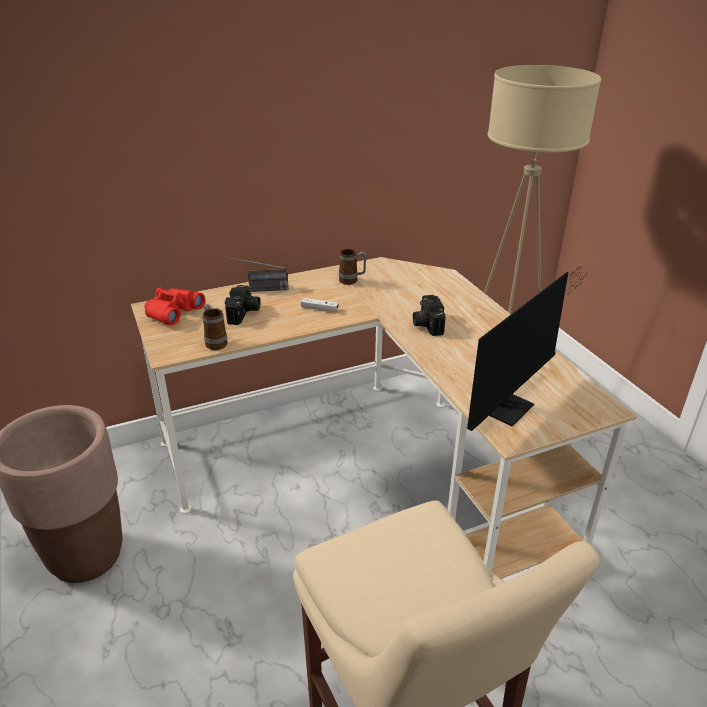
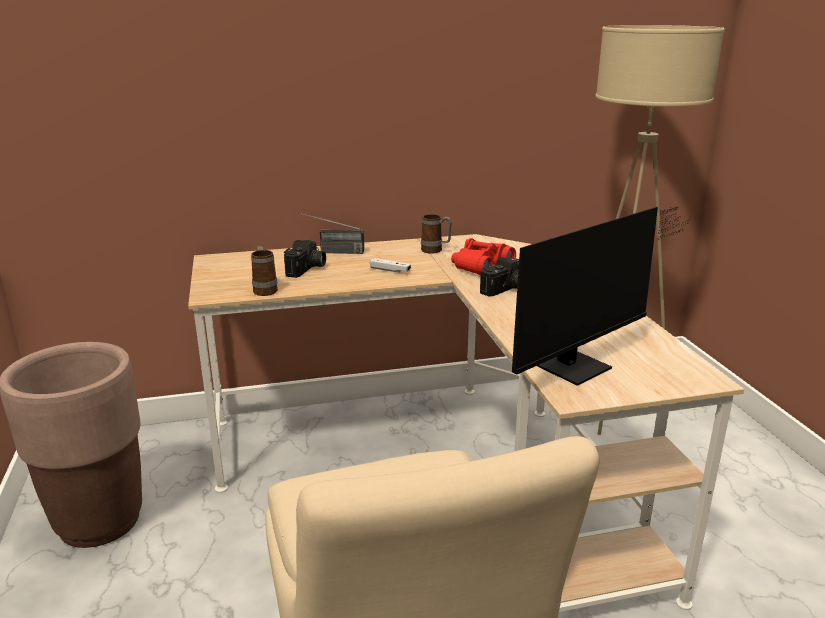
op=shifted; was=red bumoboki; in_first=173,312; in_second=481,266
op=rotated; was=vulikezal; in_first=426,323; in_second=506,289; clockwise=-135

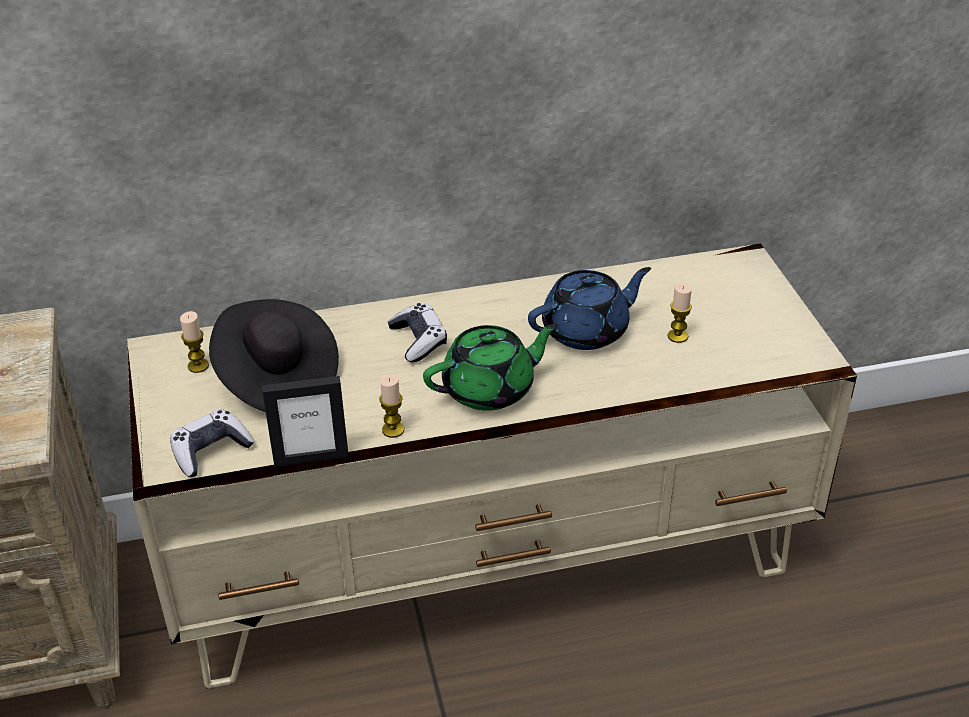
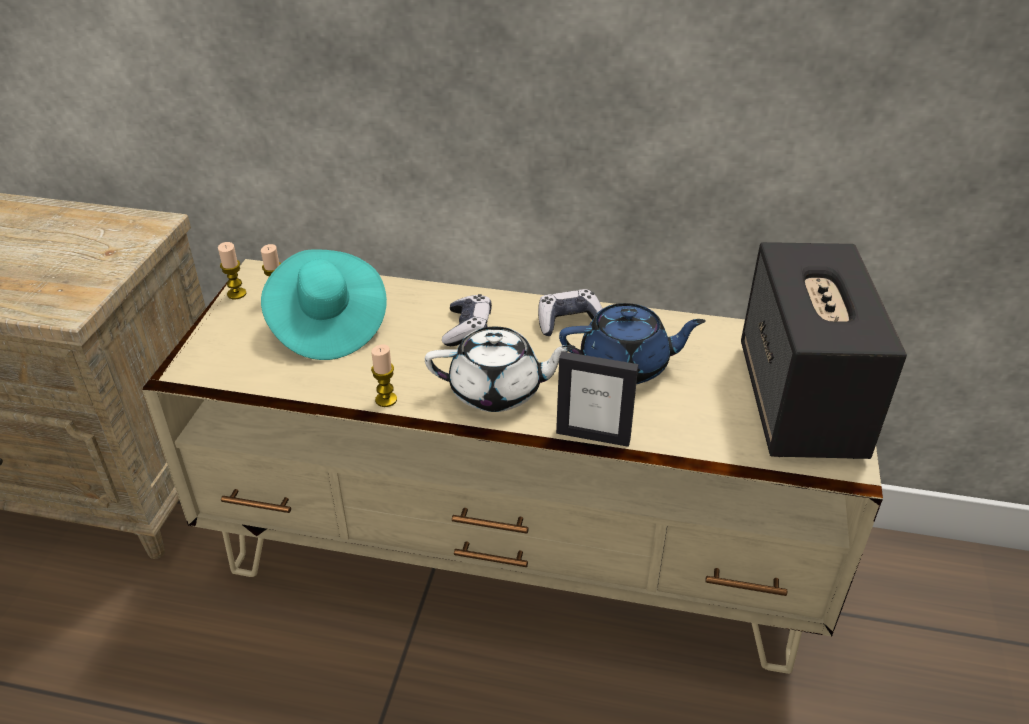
op=shifted; was=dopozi; in_first=211,451; in_second=569,321
op=repainted; was=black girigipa; now=turquoise girigipa; in_first=276,380; in_second=327,326
op=shifted; was=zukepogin; in_first=311,458; in_second=593,436
op=repainted; was=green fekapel; now=white fekapel; in_first=490,389; in_second=497,391
op=shifted; was=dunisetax; in_first=677,336; in_second=236,294
op=new; now=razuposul; in_second=800,402

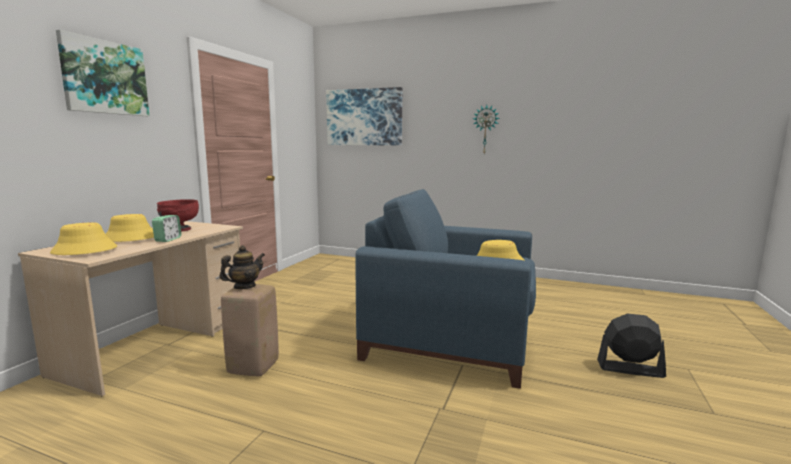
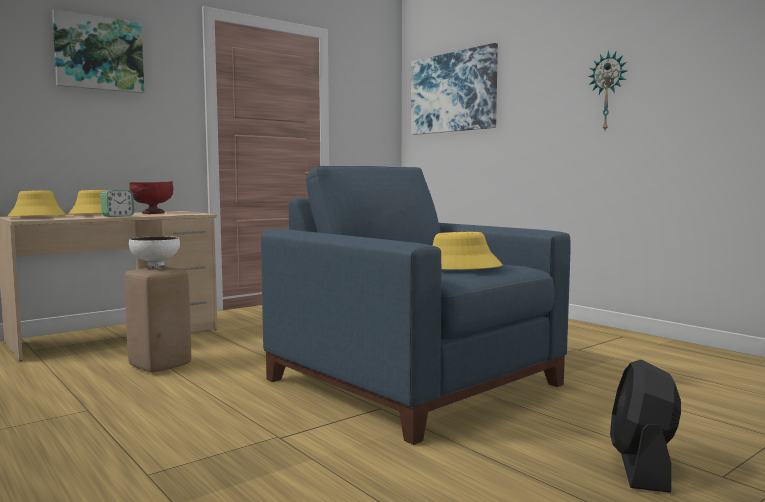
op=swapped; was=fekapel; now=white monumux; in_first=244,286; in_second=155,267
op=rotated; was=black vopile; in_first=629,369; in_second=642,467; clockwise=-120

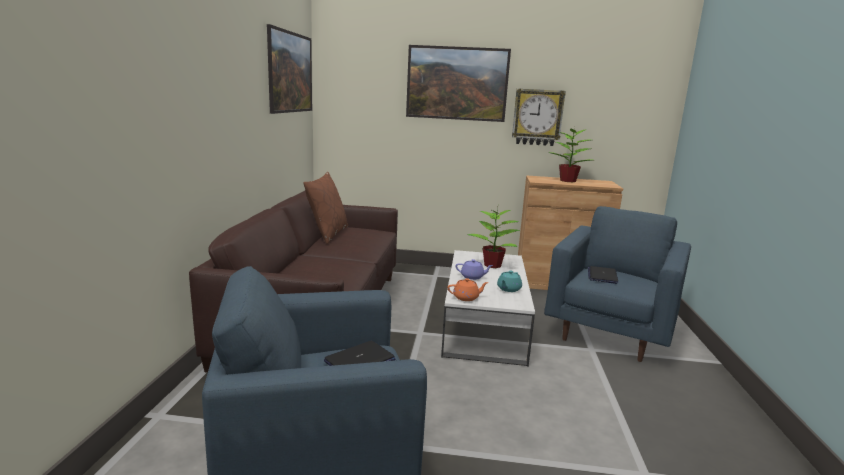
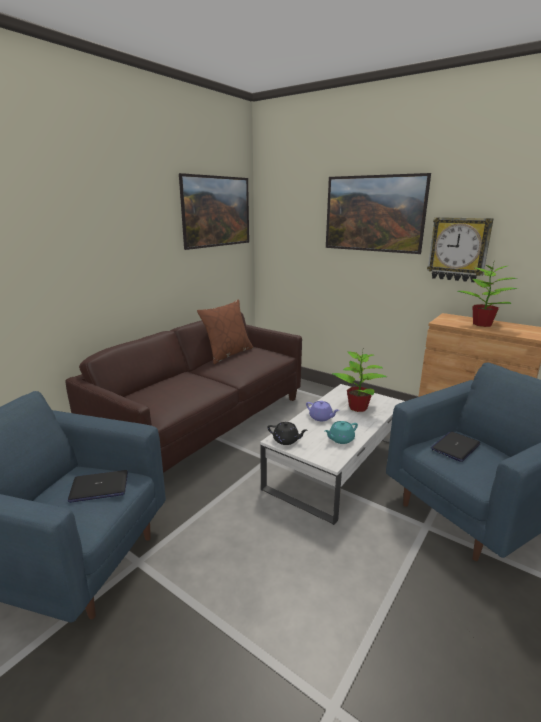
op=repainted; was=orange fekapel; now=black fekapel; in_first=466,298; in_second=286,440

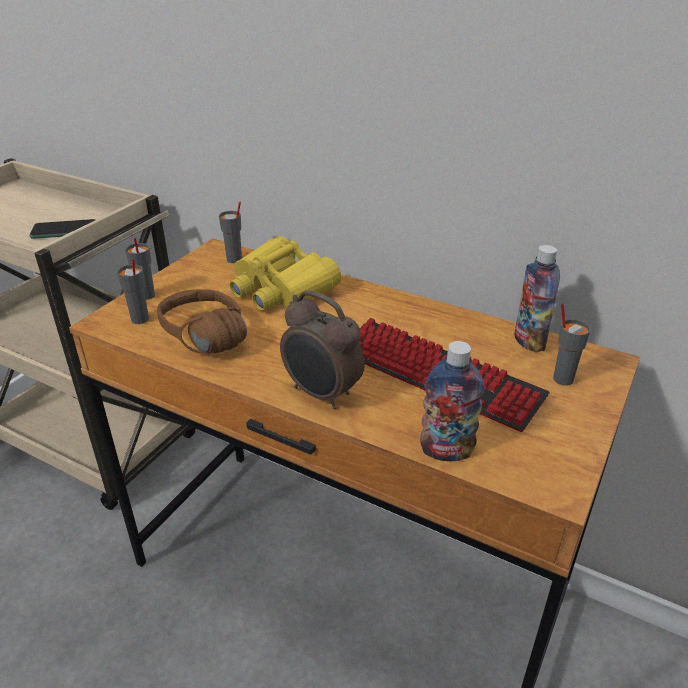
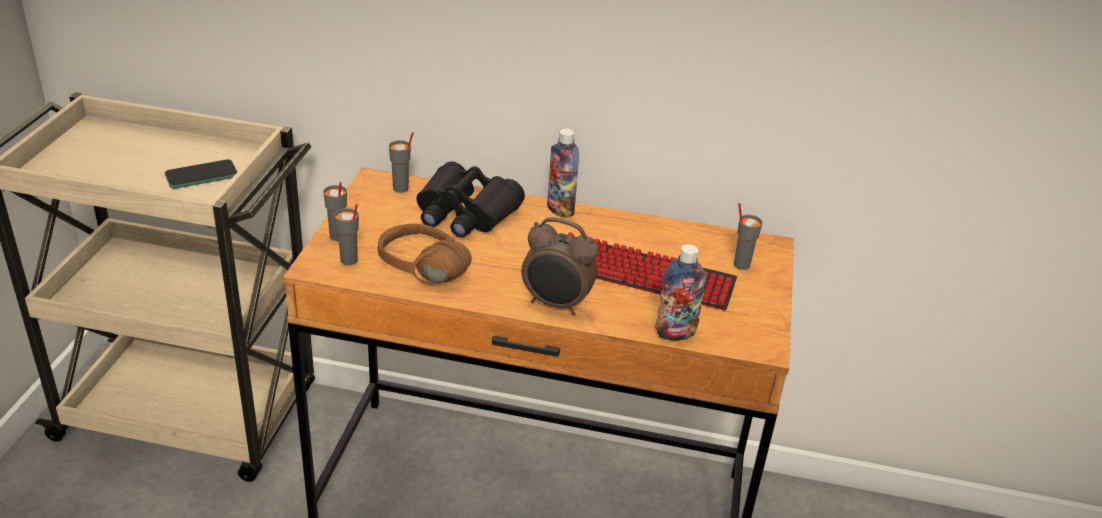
op=repainted; was=yellow bumoboki; now=black bumoboki; in_first=281,288; in_second=465,213
op=shifted; was=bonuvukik; in_first=529,341; in_second=560,209

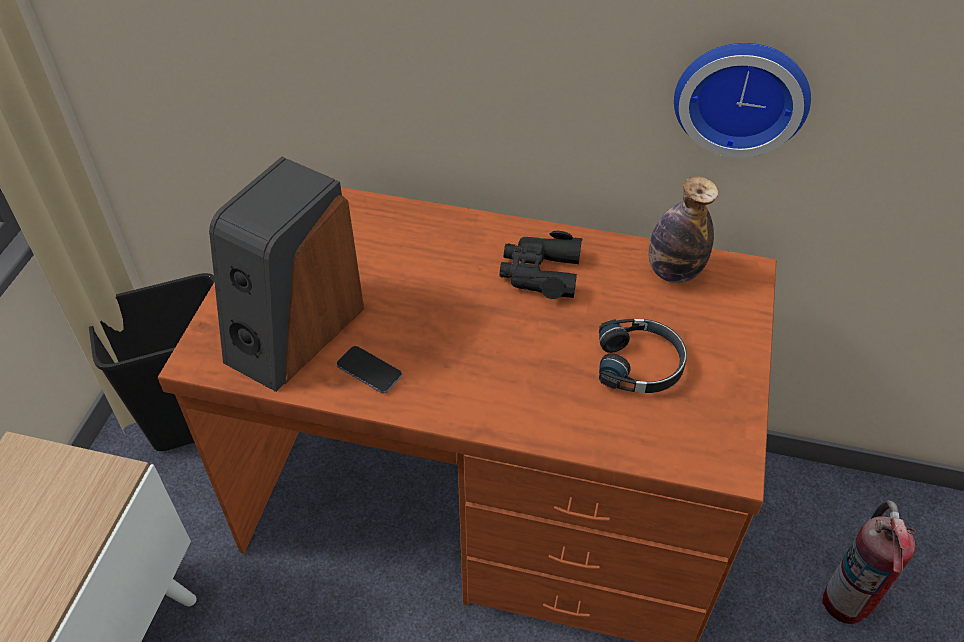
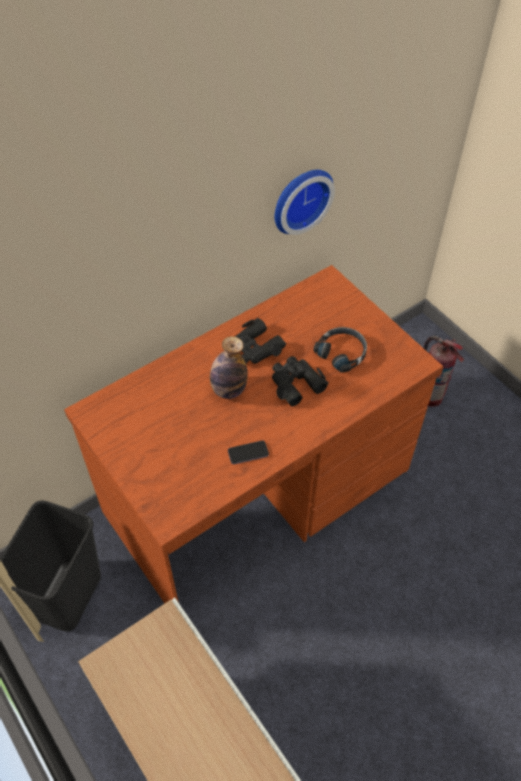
op=gone; was=razuposul; in_first=294,332
op=shifted; was=bonuvukik; in_first=673,272; in_second=228,390
op=new; now=black bumoboki; in_second=295,383

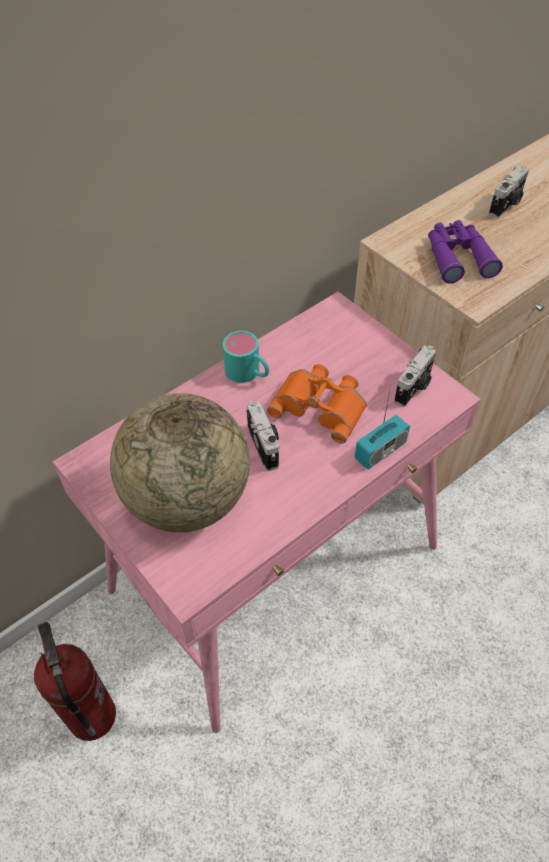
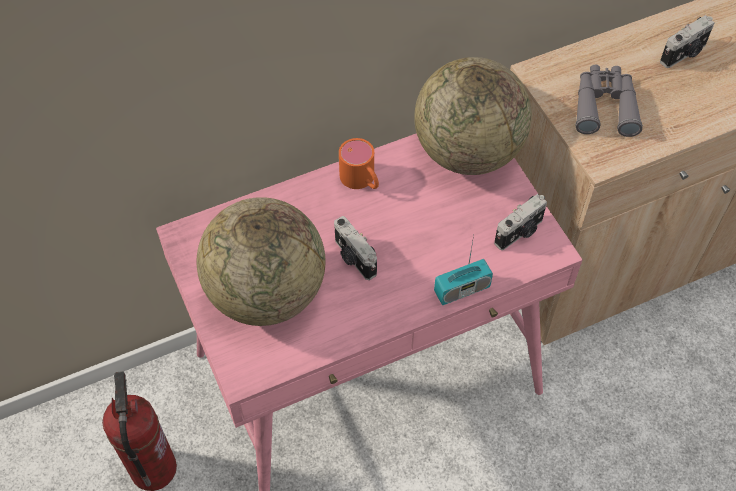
op=repainted; was=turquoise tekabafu; now=orange tekabafu; in_first=248,373; in_second=361,180
op=rotated; was=vulikezal; in_first=265,445; in_second=354,258; clockwise=150
op=gone; was=orange bumoboki; in_first=321,405
op=repainted; was=purple bumoboki; now=grey bumoboki; in_first=457,257; in_second=604,106
op=new; now=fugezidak; in_second=467,151

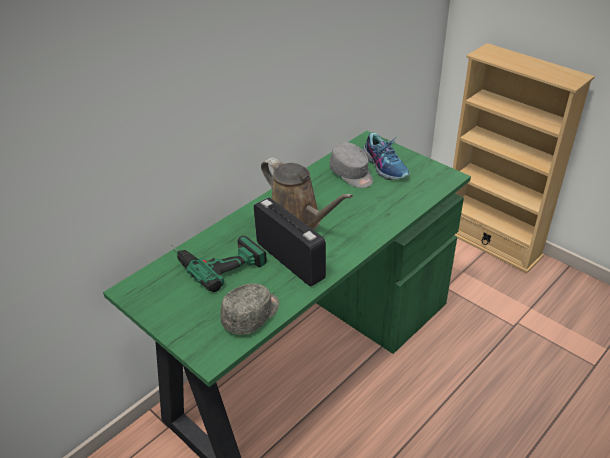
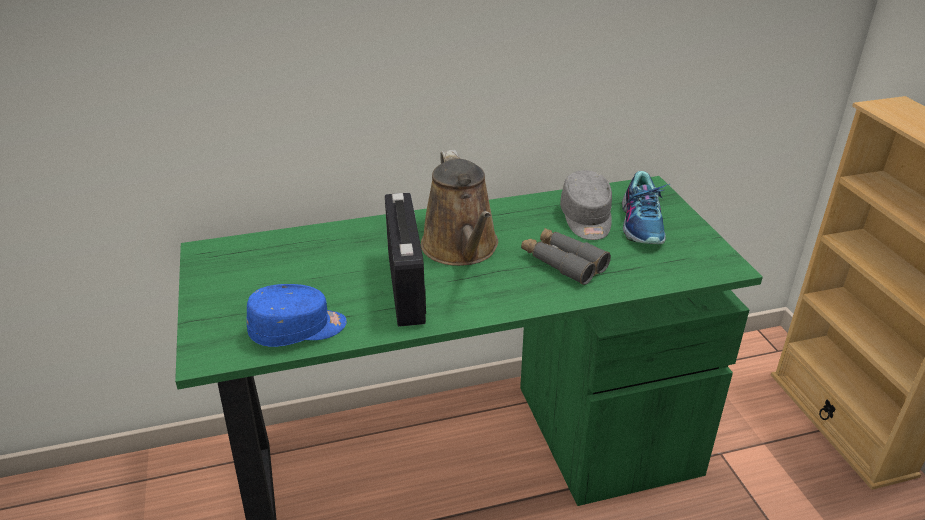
op=gone; was=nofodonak; in_first=215,259
op=repainted; was=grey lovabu; now=blue lovabu; in_first=252,315; in_second=298,330
op=new; now=grey bumoboki; in_second=563,262

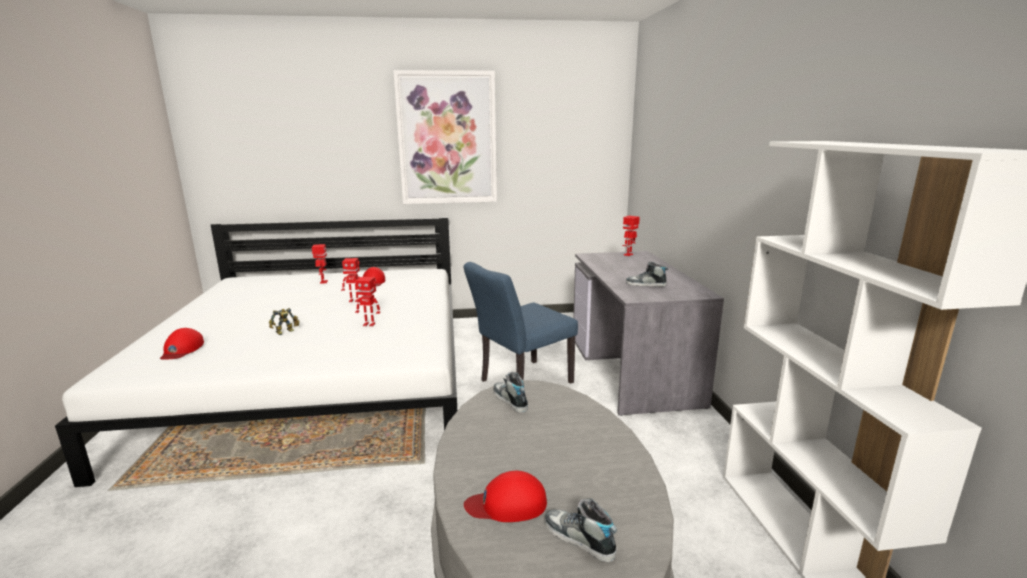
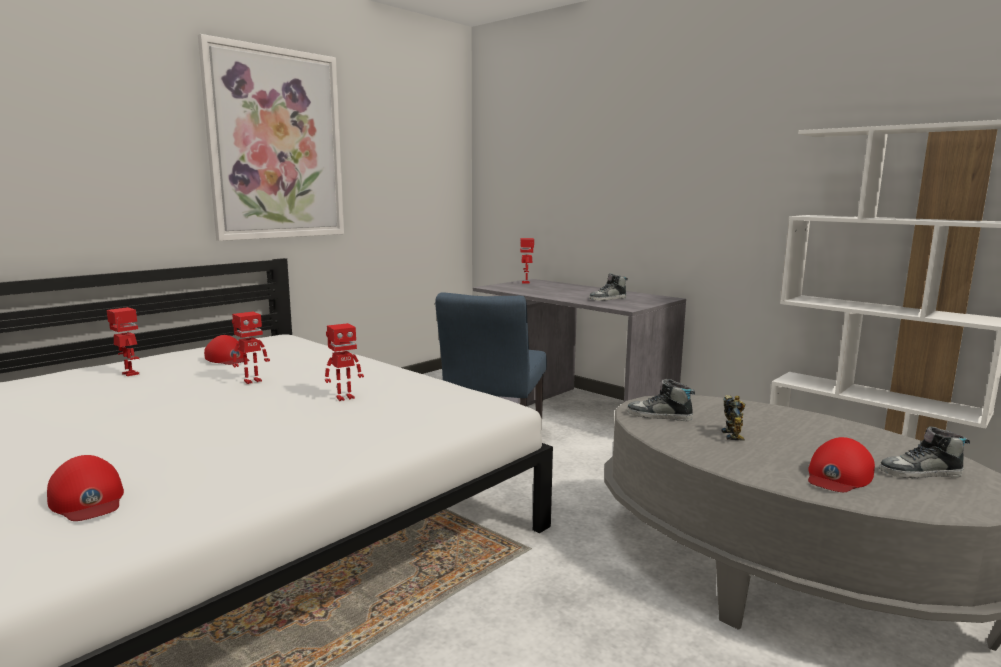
op=shifted; was=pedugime; in_first=286,332; in_second=734,435

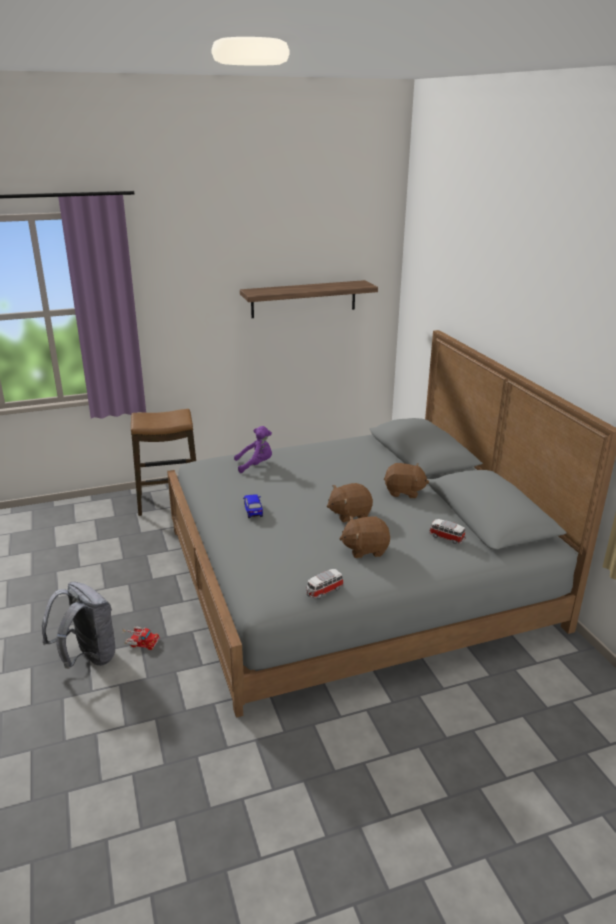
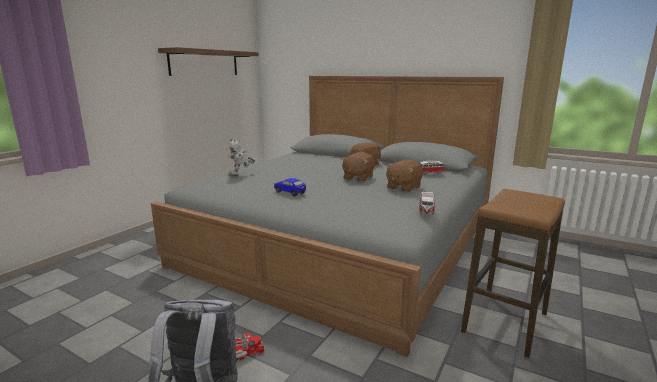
op=shifted; was=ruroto; in_first=169,502; in_second=505,323
op=swapped; was=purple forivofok; now=pedugime; in_first=255,465; in_second=241,175

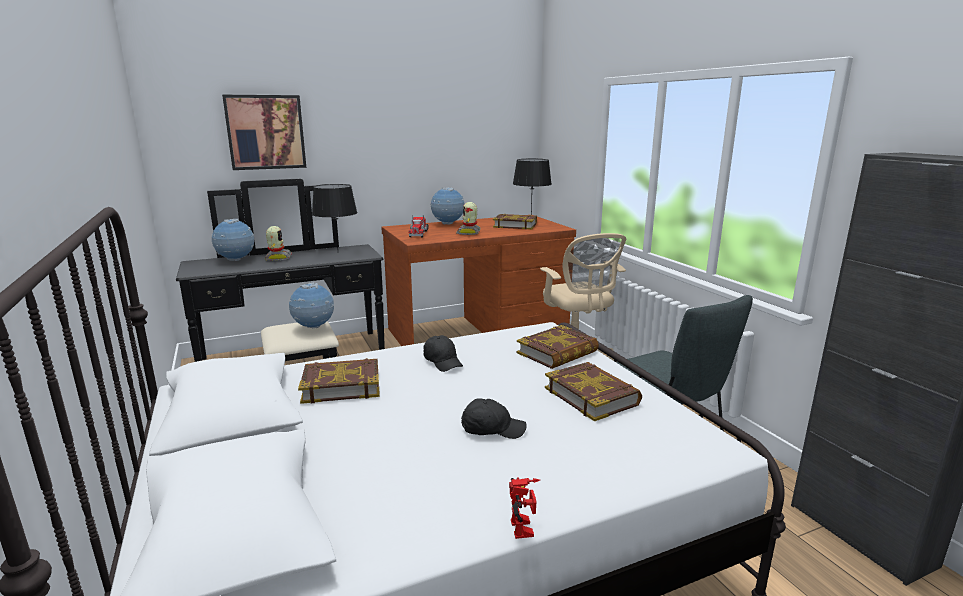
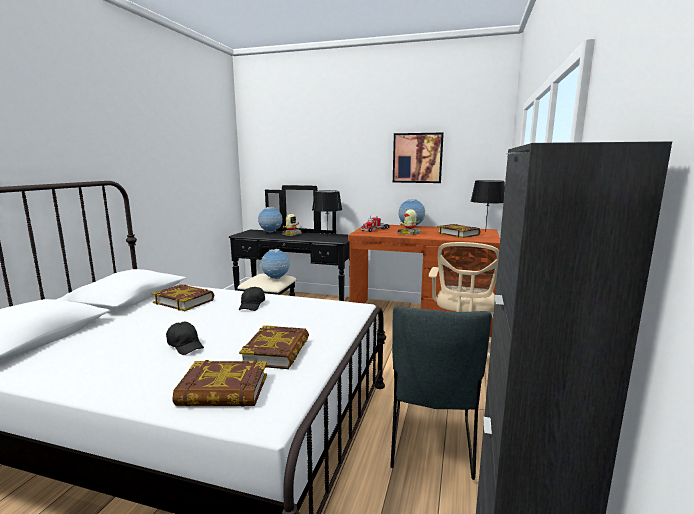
op=shifted; was=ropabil; in_first=265,132; in_second=417,158
op=gone; was=pedugime; in_first=526,529
op=shifted; was=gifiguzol; in_first=557,352; in_second=223,390

